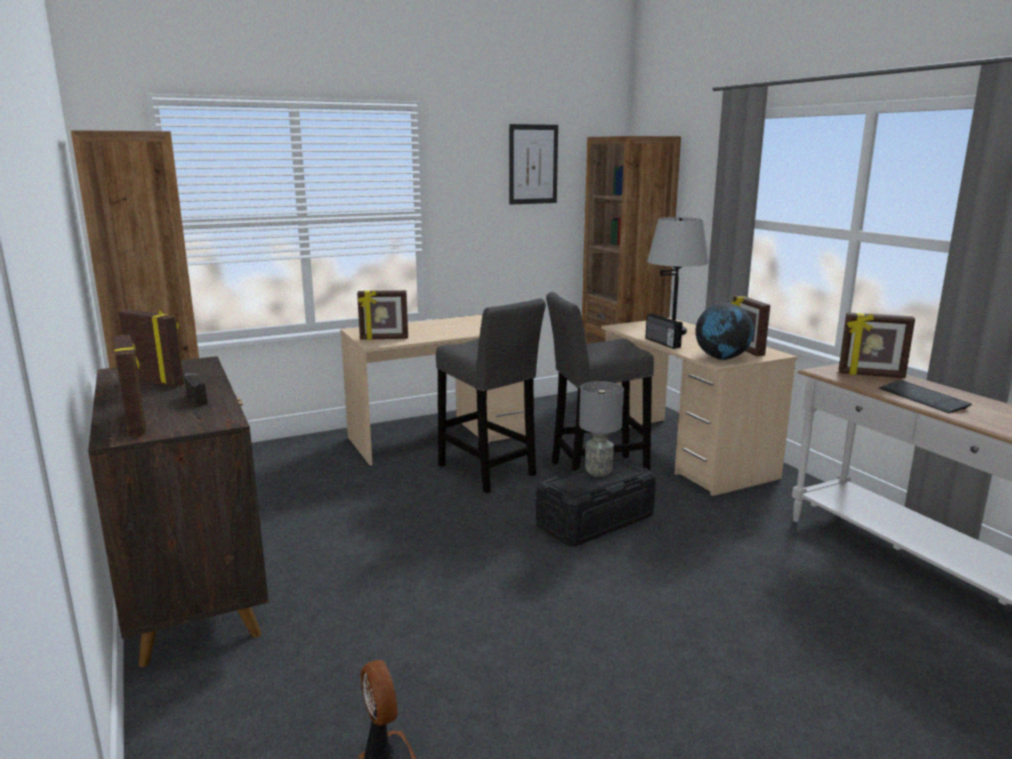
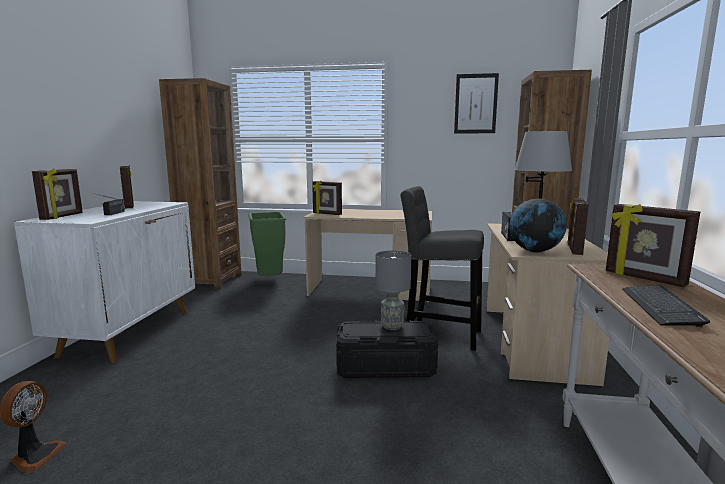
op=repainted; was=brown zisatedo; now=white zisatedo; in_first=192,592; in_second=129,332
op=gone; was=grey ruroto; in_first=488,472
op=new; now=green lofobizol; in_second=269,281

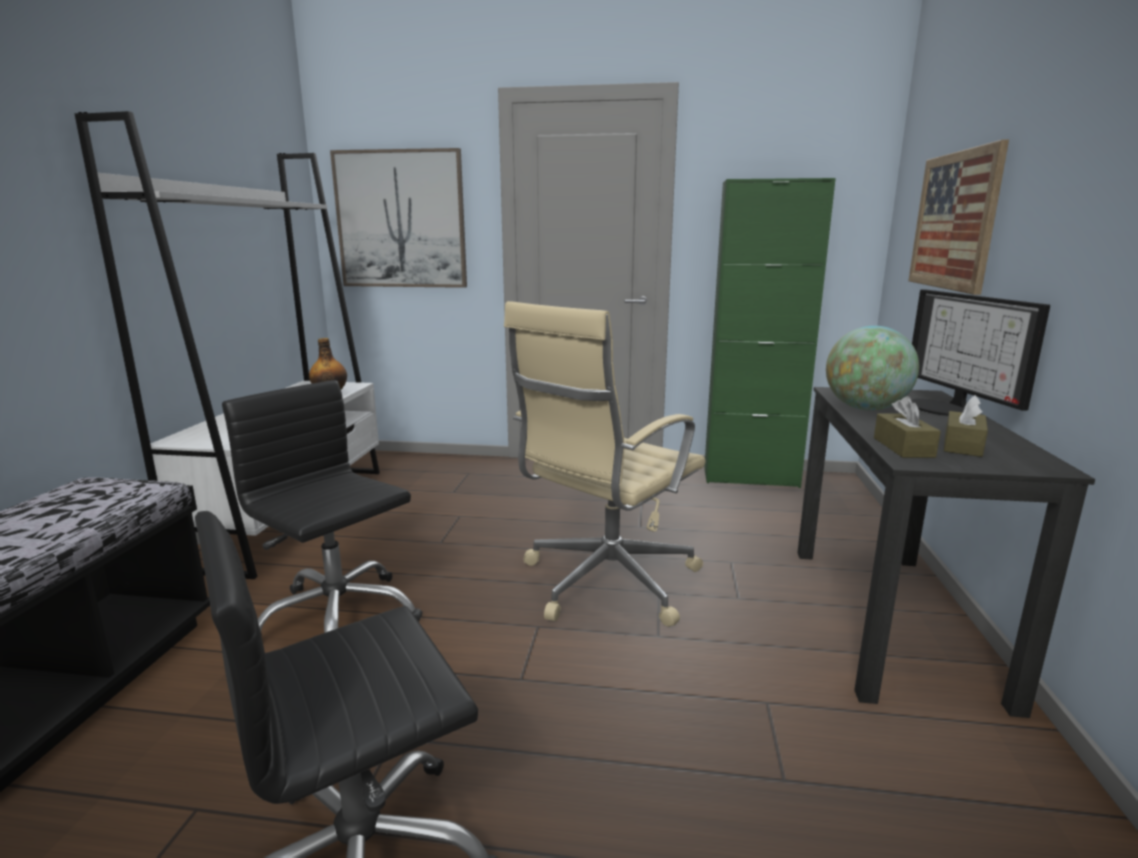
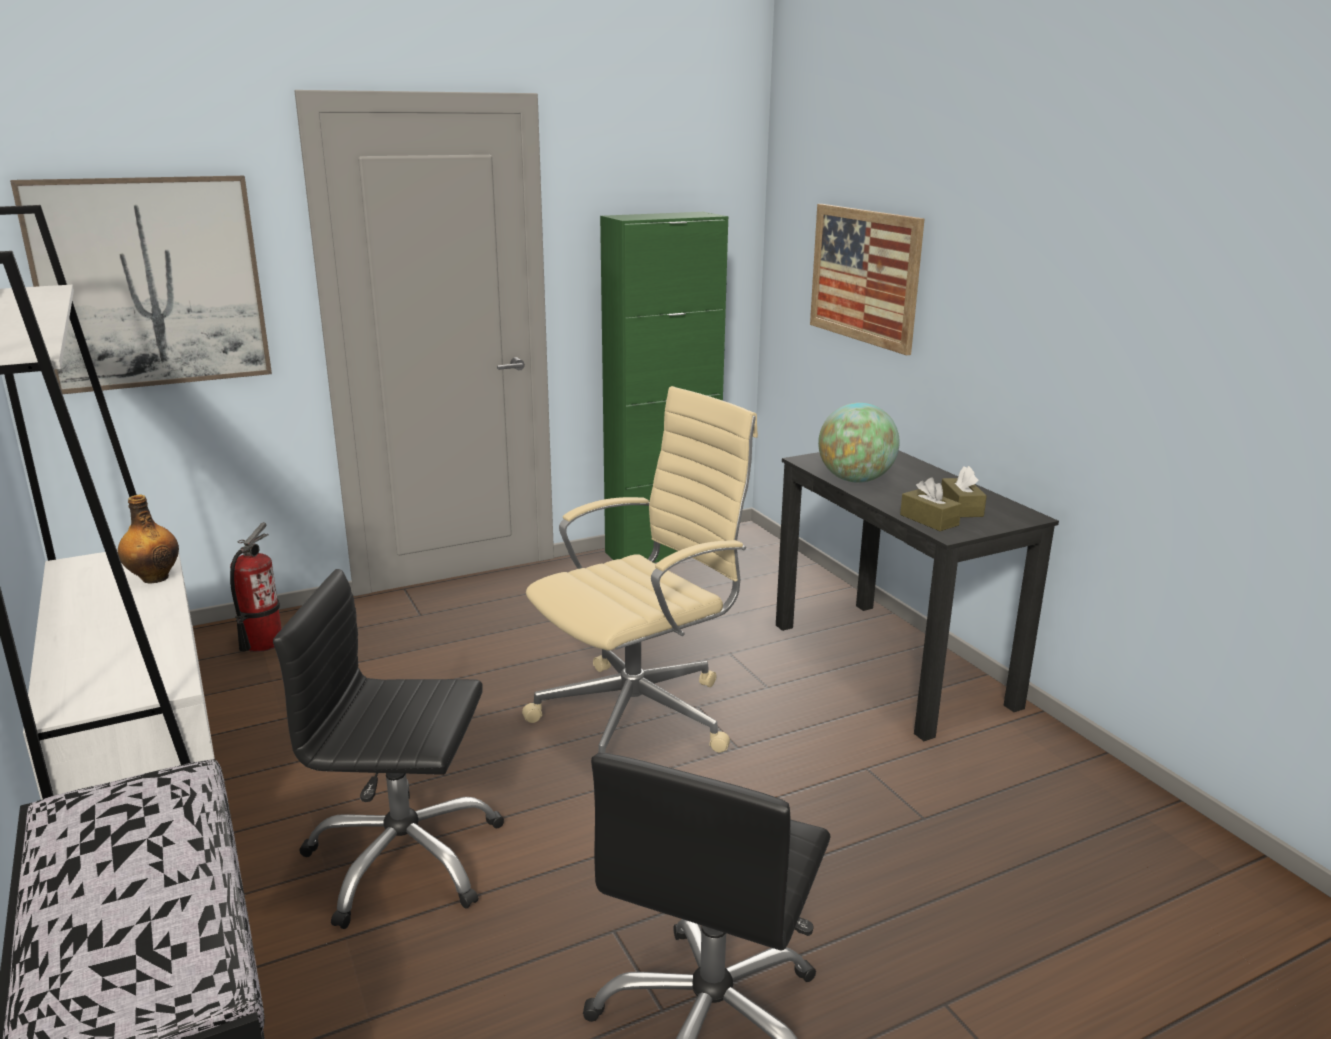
op=rotated; was=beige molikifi; in_first=605,583; in_second=640,715; clockwise=-135
op=gone; was=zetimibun; in_first=944,408
op=new; now=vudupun; in_second=262,643

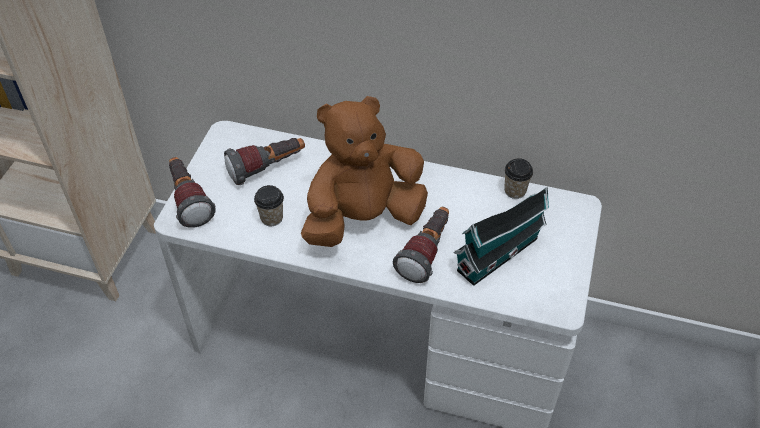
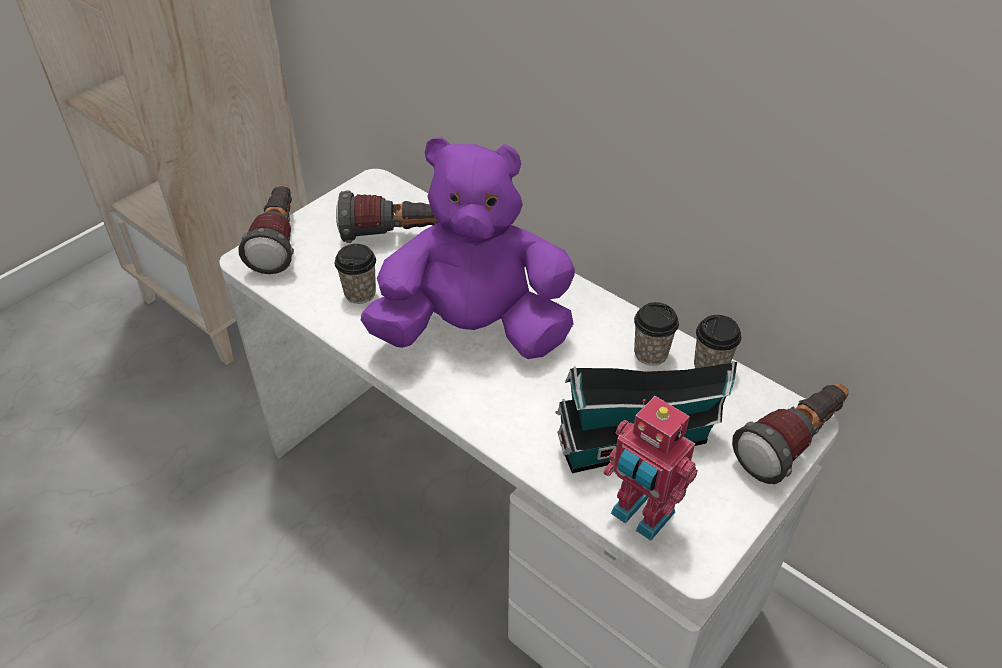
op=repainted; was=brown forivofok; now=purple forivofok; in_first=363,218; in_second=474,331
op=shifted; was=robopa; in_first=426,252; in_second=791,444
op=new; now=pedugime; in_second=640,516
op=new; now=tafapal; in_second=650,354

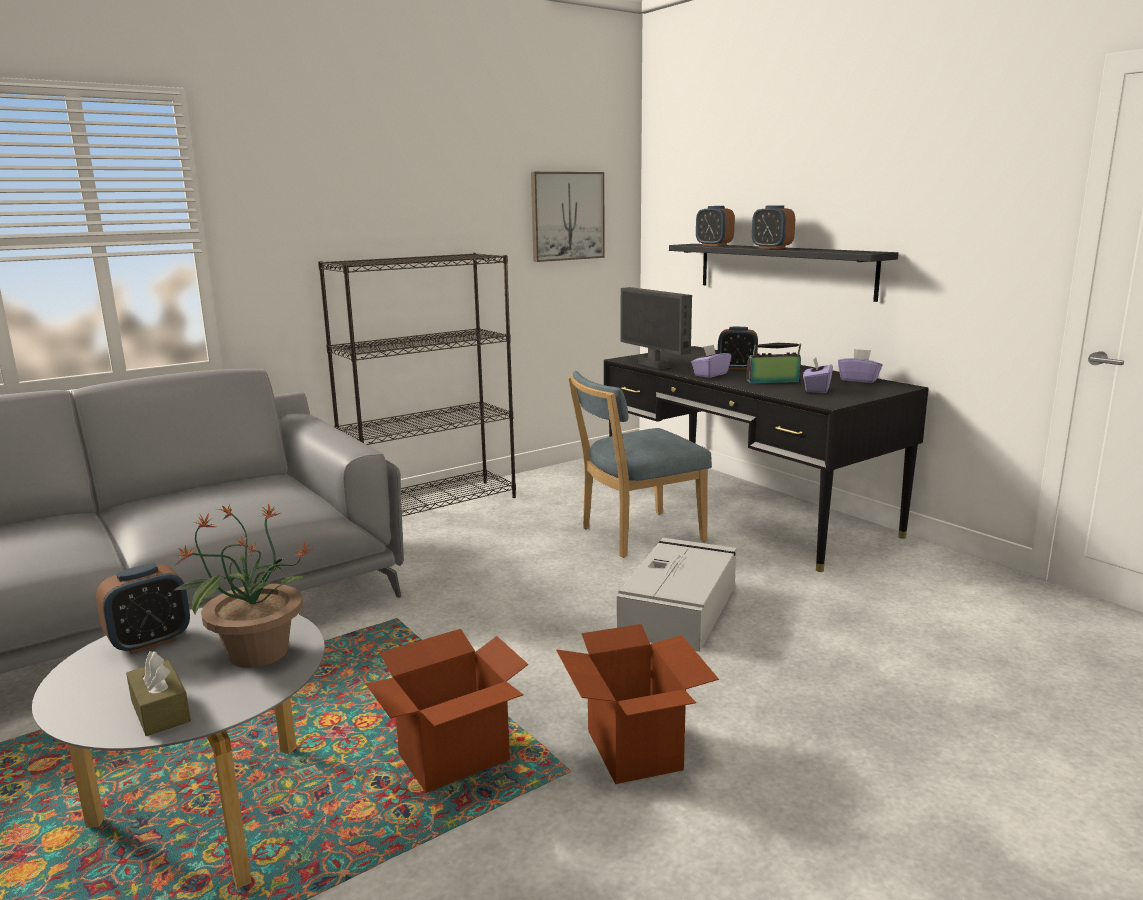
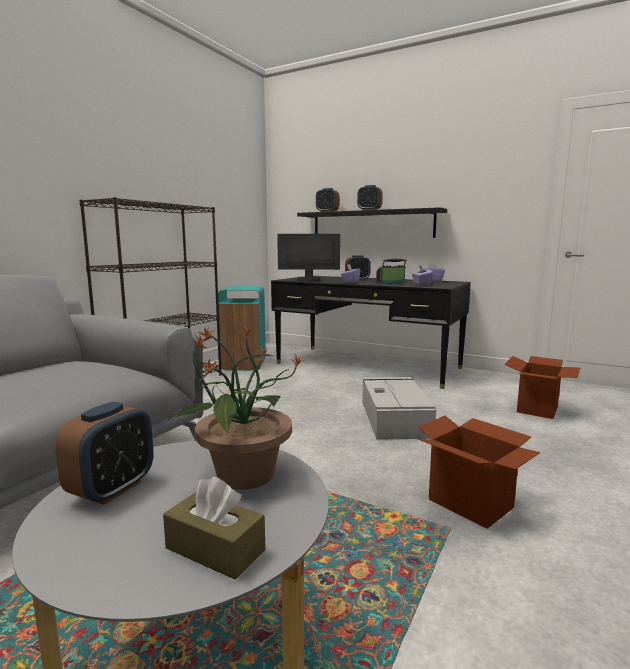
op=shifted; was=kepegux; in_first=453,759; in_second=537,409
op=gone; was=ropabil; in_first=567,216
op=gone; was=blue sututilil; in_first=636,535
op=rotated; was=zetimibun; in_first=655,365; in_second=309,280; clockwise=150
op=new; now=turquoise lofobizol; in_second=244,364

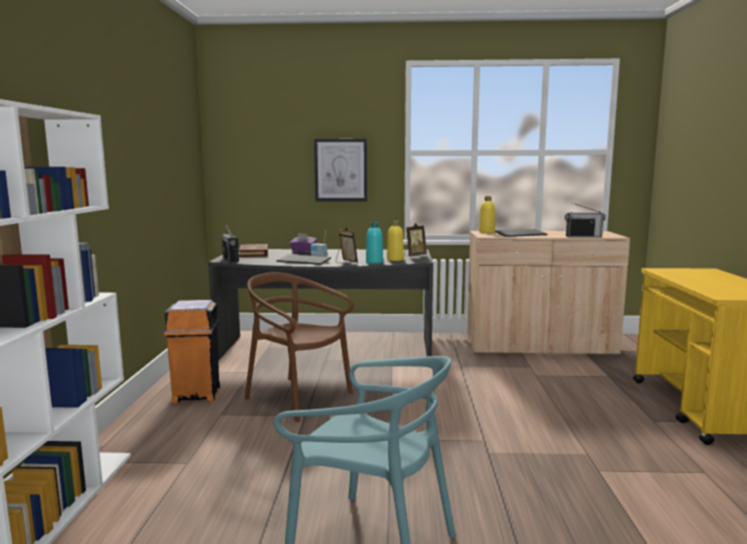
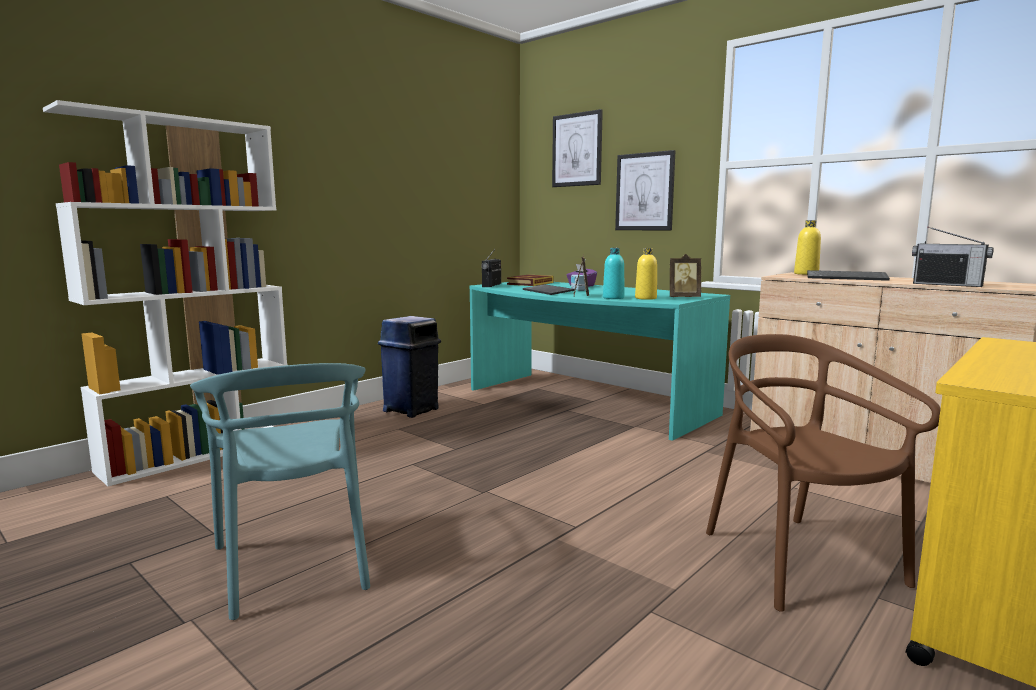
op=repainted; was=orange lofobizol; now=blue lofobizol; in_first=197,394; in_second=412,410
op=repainted; was=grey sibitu; now=turquoise sibitu; in_first=326,351; in_second=583,403
op=shifted; was=brown sututilil; in_first=298,398; in_second=798,561
op=new; now=ropabil; in_second=577,150

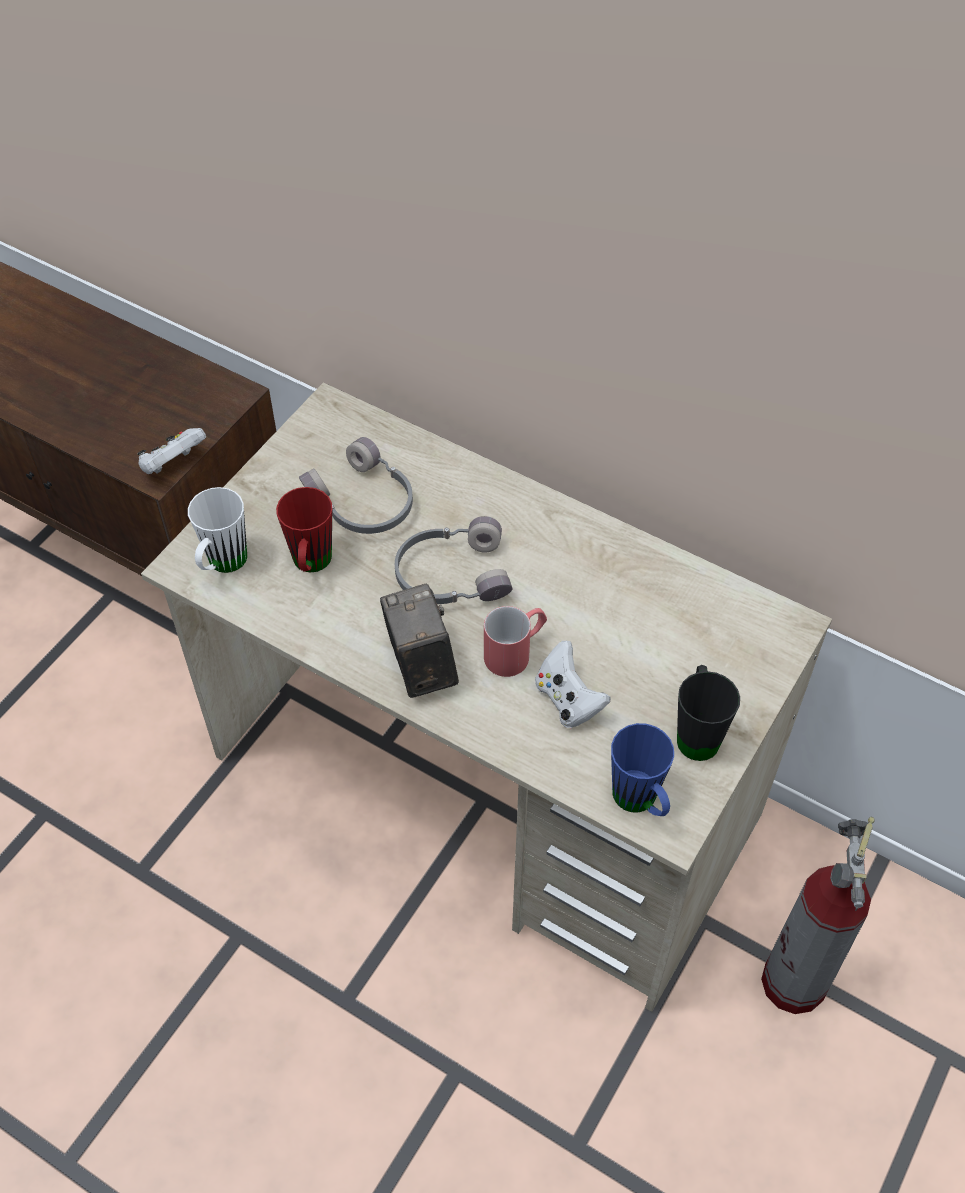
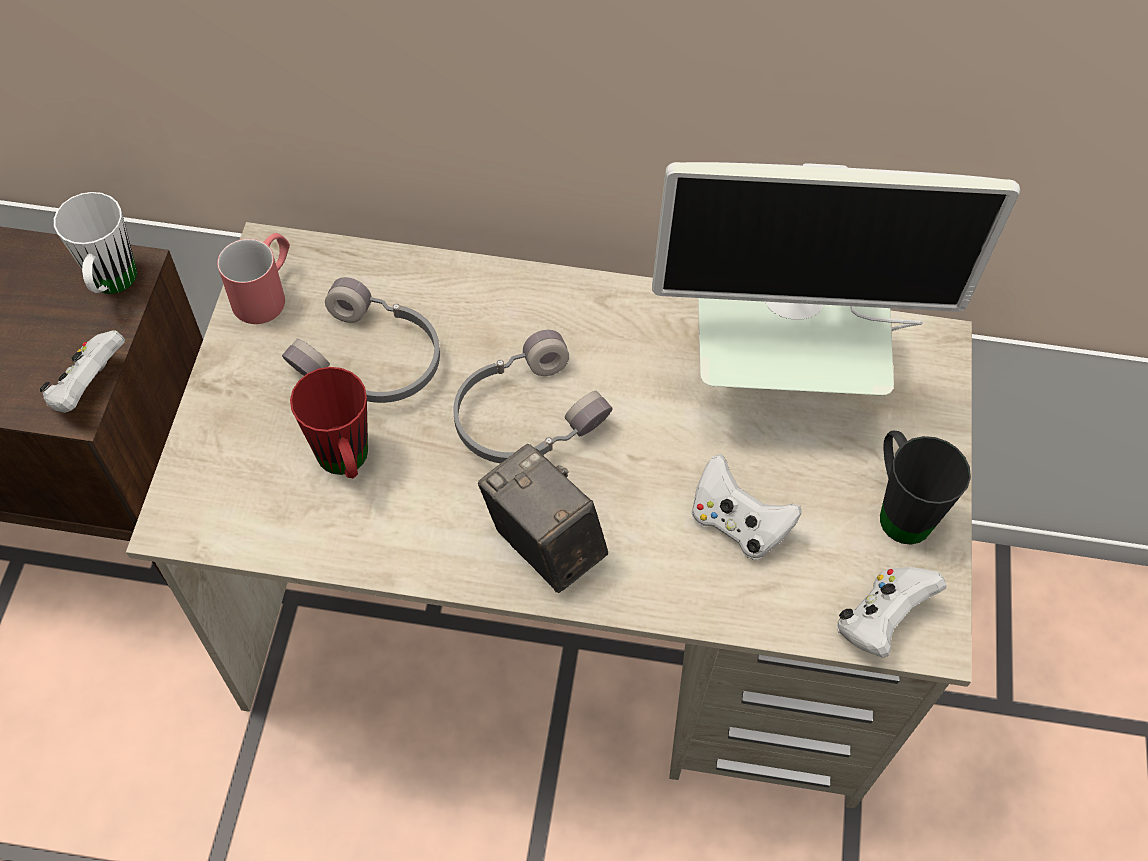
op=shifted; was=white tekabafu; in_first=223,566; in_second=112,286
op=shifted; was=red tekabafu; in_first=516,651; in_second=267,292
op=swapped; was=blue tekabafu; now=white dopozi; in_first=640,803; in_second=880,620
op=gone; was=vudupun; in_first=793,983
op=new; now=zetimibun; in_second=780,376

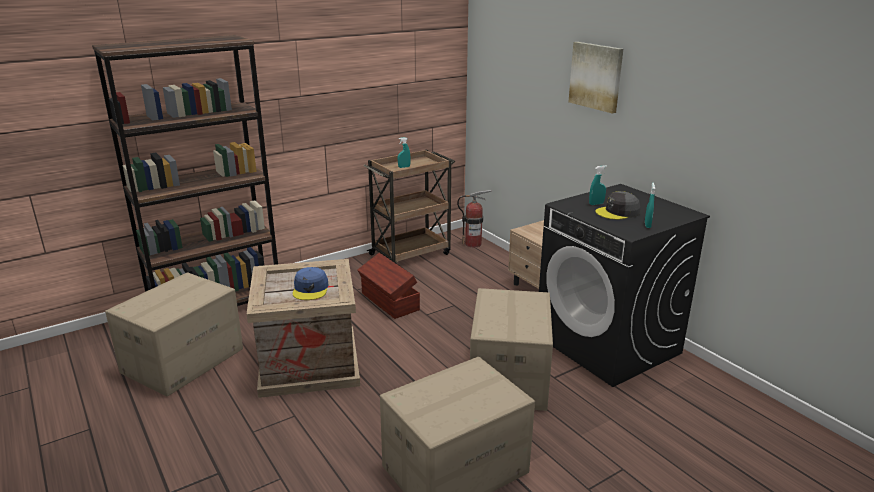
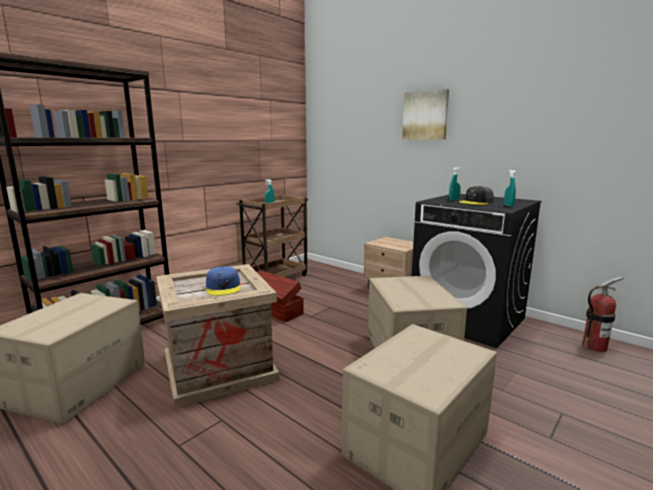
op=shifted; was=vudupun; in_first=473,244; in_second=594,347

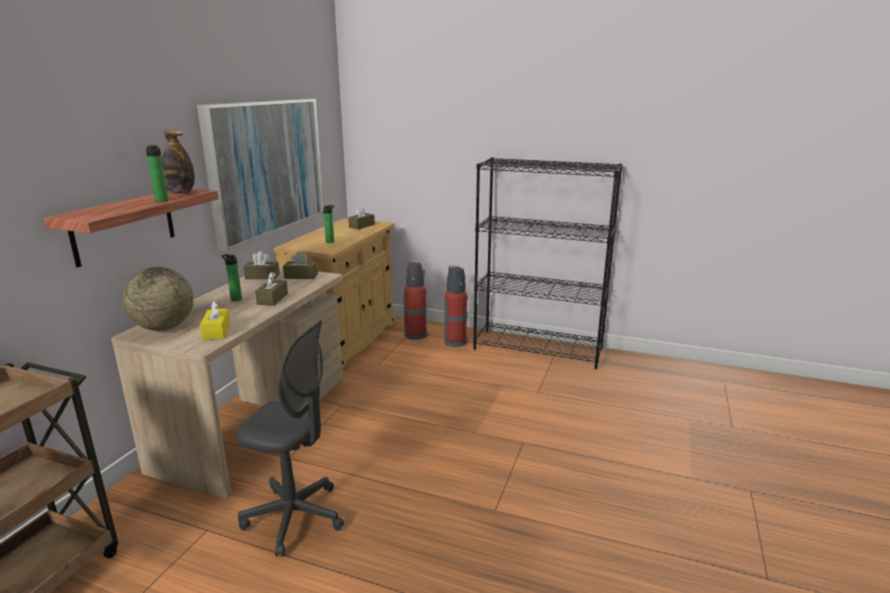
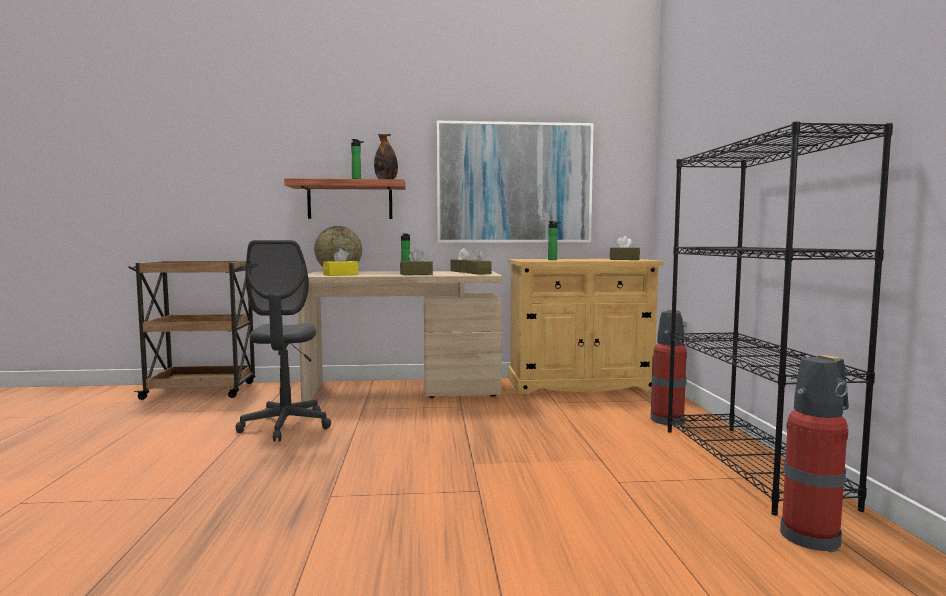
op=shifted; was=vudupun; in_first=416,334; in_second=812,537

